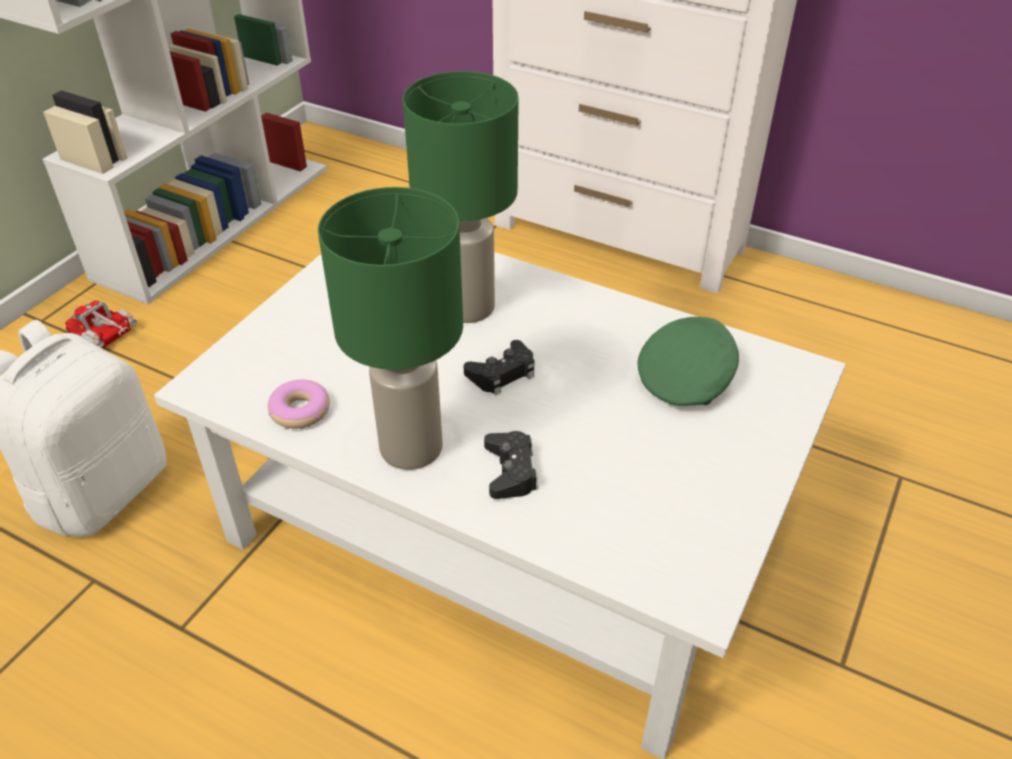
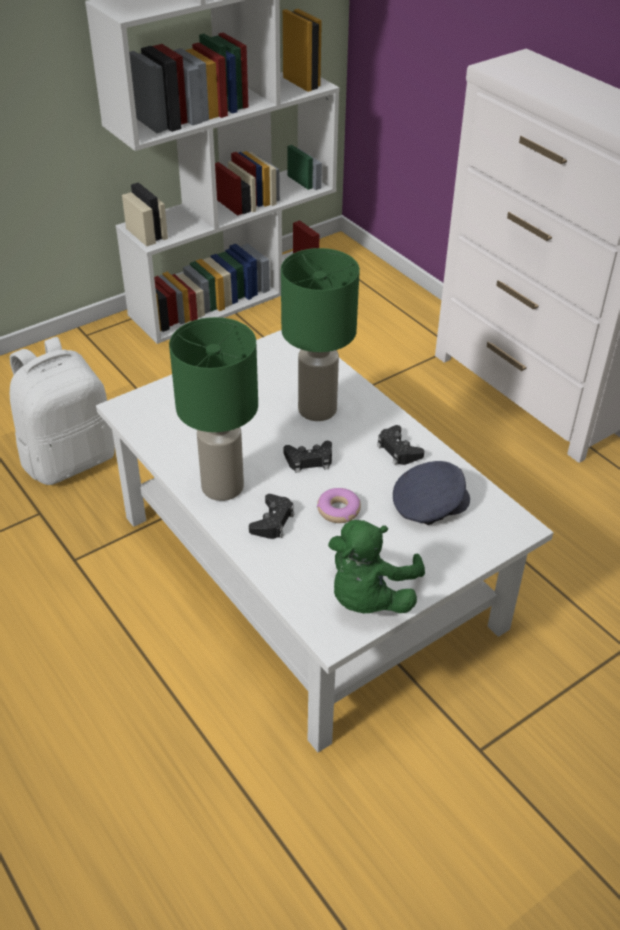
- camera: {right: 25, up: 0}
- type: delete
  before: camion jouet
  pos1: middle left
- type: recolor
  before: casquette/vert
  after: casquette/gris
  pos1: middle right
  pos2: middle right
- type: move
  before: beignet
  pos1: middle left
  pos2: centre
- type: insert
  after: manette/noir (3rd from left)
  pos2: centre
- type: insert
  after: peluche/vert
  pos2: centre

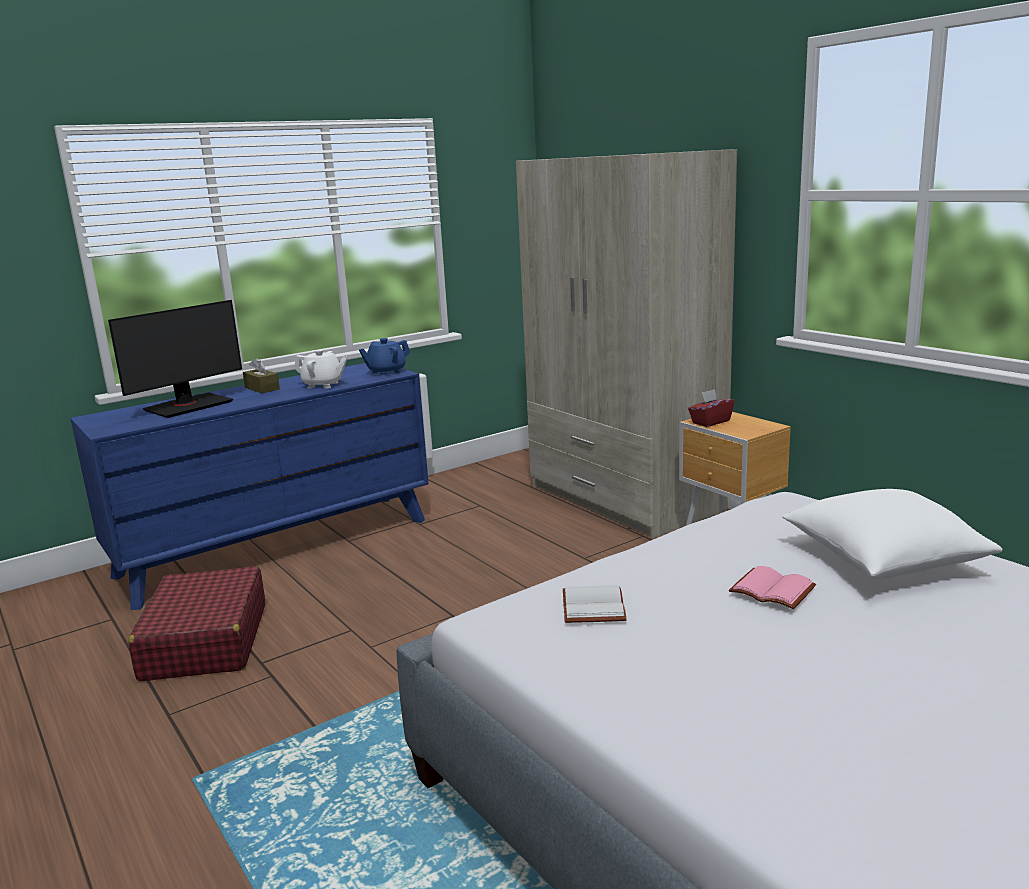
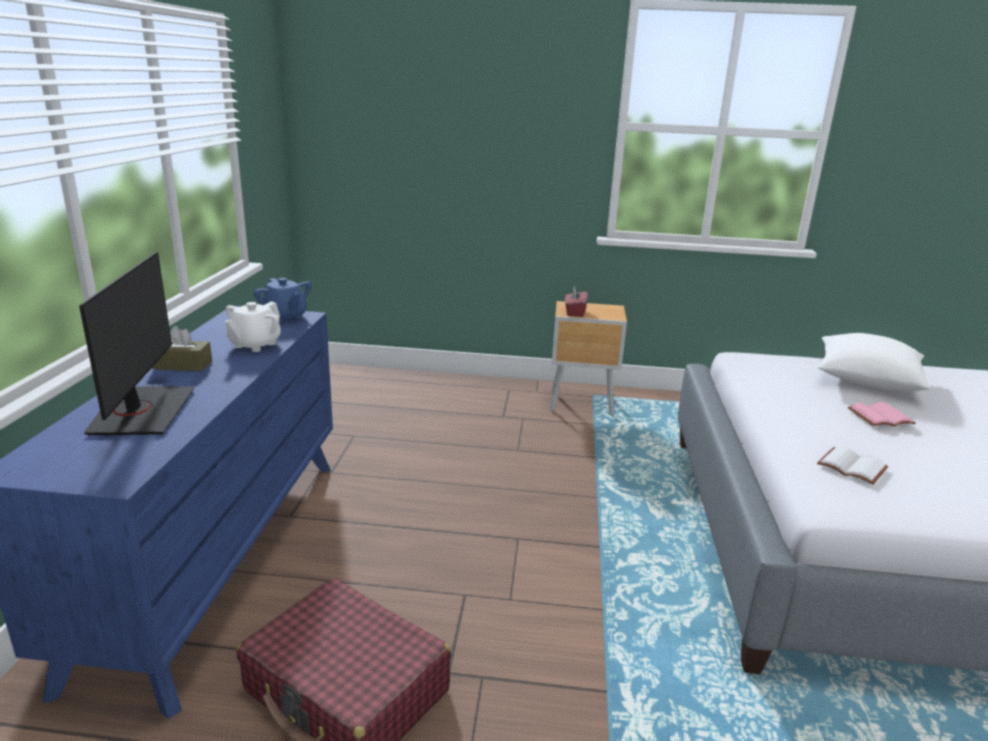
- camera: {right: -50, up: 5}
- type: delete
  before: armoire/beige
  pos1: centre
- type: rotate
  before: théière/bleu
  pos1: centre
  pos2: middle left
  turn: -45
- type: rotate
  before: théière/blanc
  pos1: middle left
  pos2: middle left
  turn: 150

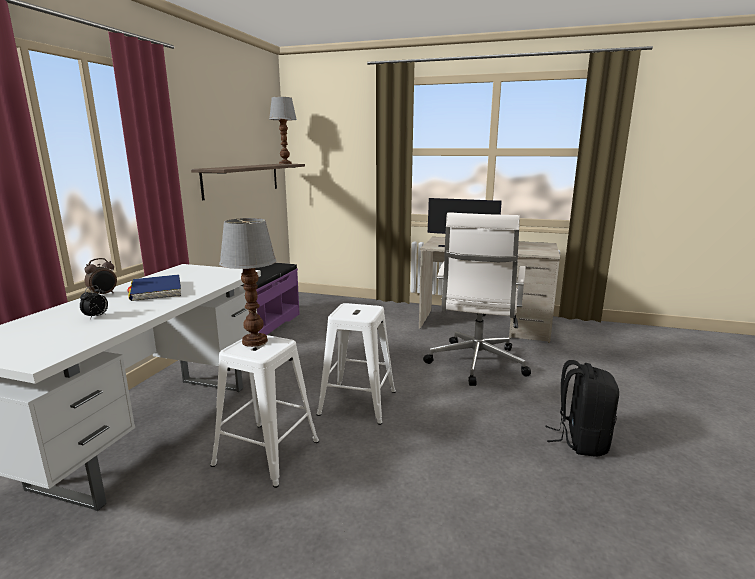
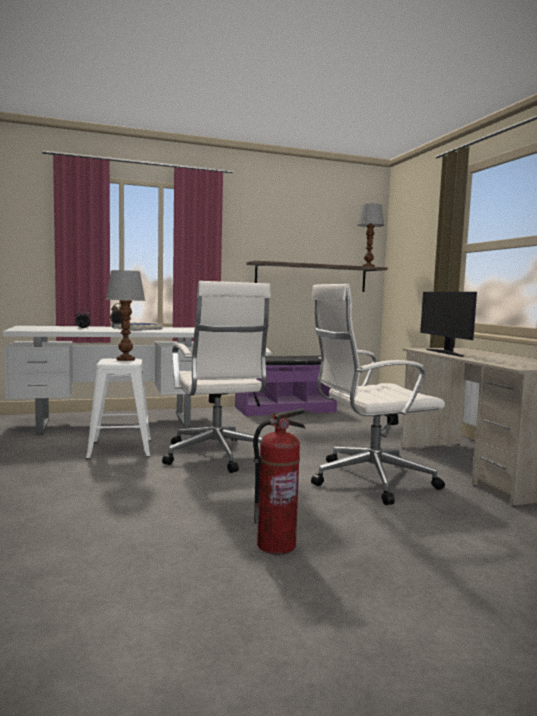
- camera: {right: 55, up: -10}
- type: replace
  before: tabouret/blanc (2nd from left)
  after: chaise de bureau/blanc (1st from left)
  pos1: centre
  pos2: centre
- type: replace
  before: sac à dos/noir
  after: extincteur
  pos1: bottom right
  pos2: bottom centre

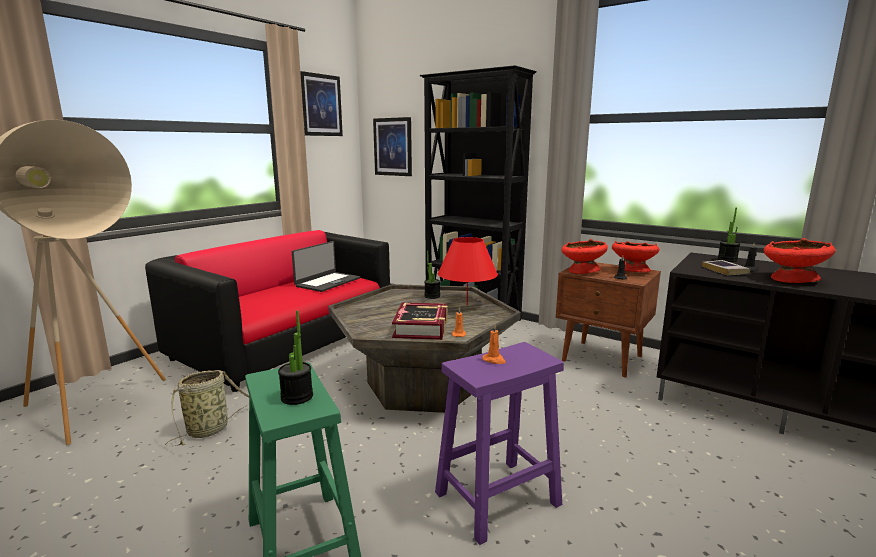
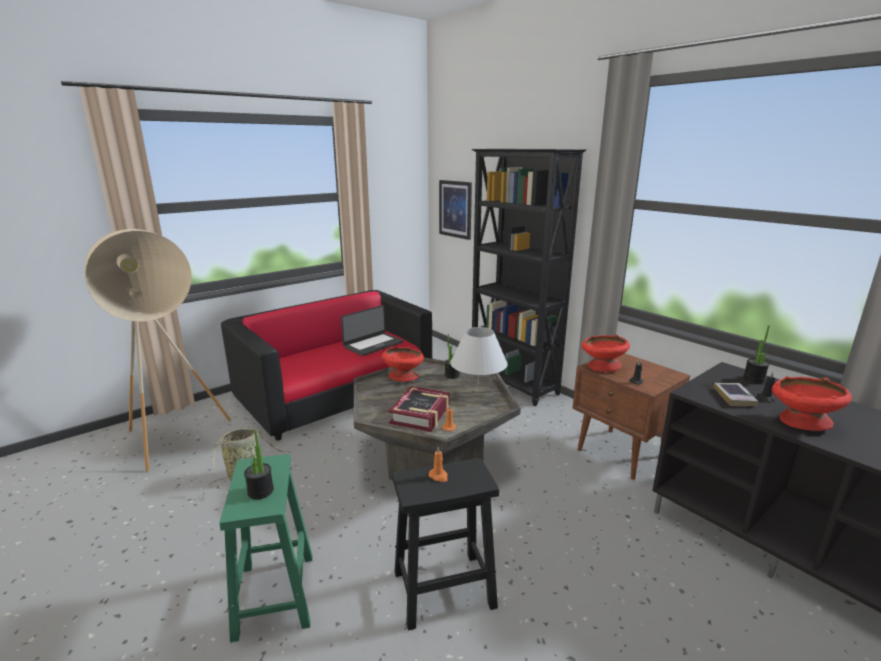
- camera: {right: 15, up: 5}
- type: delete
  before: tableau (1st from left)
  pos1: top centre
- type: recolor
  before: lampe de table/rouge
  after: lampe de table/blanc
  pos1: centre
  pos2: centre
- type: move
  before: bol/rouge (2nd from left in the first image)
  after: bol/rouge (1st from left)
  pos1: middle right
  pos2: centre
- type: recolor
  before: tabouret/violet
  after: tabouret/noir
  pos1: bottom centre
  pos2: bottom centre

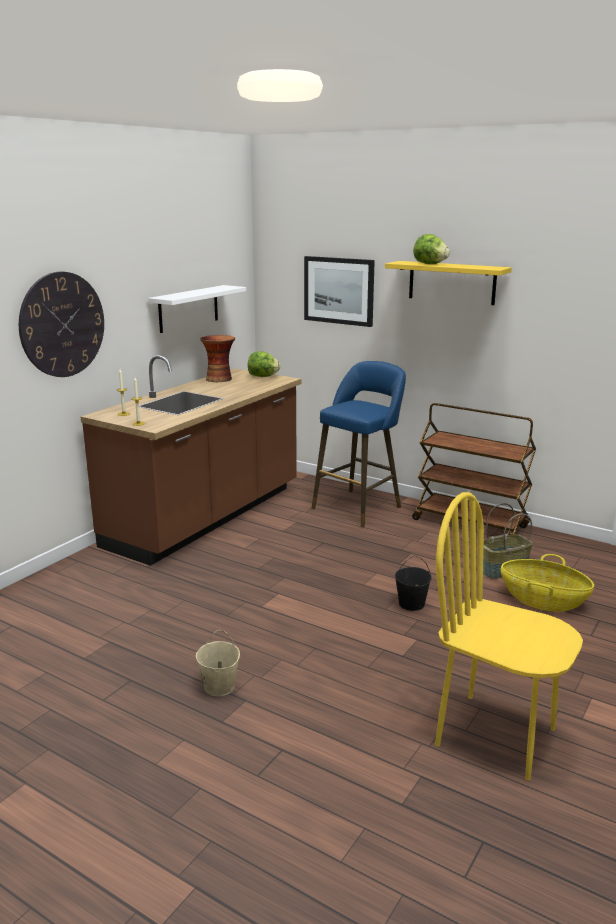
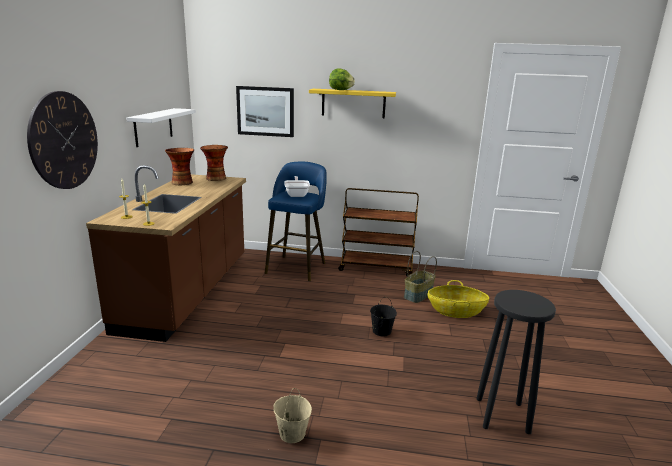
- camera: {right: -25, up: 0}
- type: replace
  before: laitue (1st from left)
  after: vase (2nd from left)
  pos1: centre
  pos2: middle left
- type: replace
  before: chaise/jaune
  after: tabouret/noir
  pos1: bottom right
  pos2: bottom right
- type: insert
  after: poêle
  pos2: centre

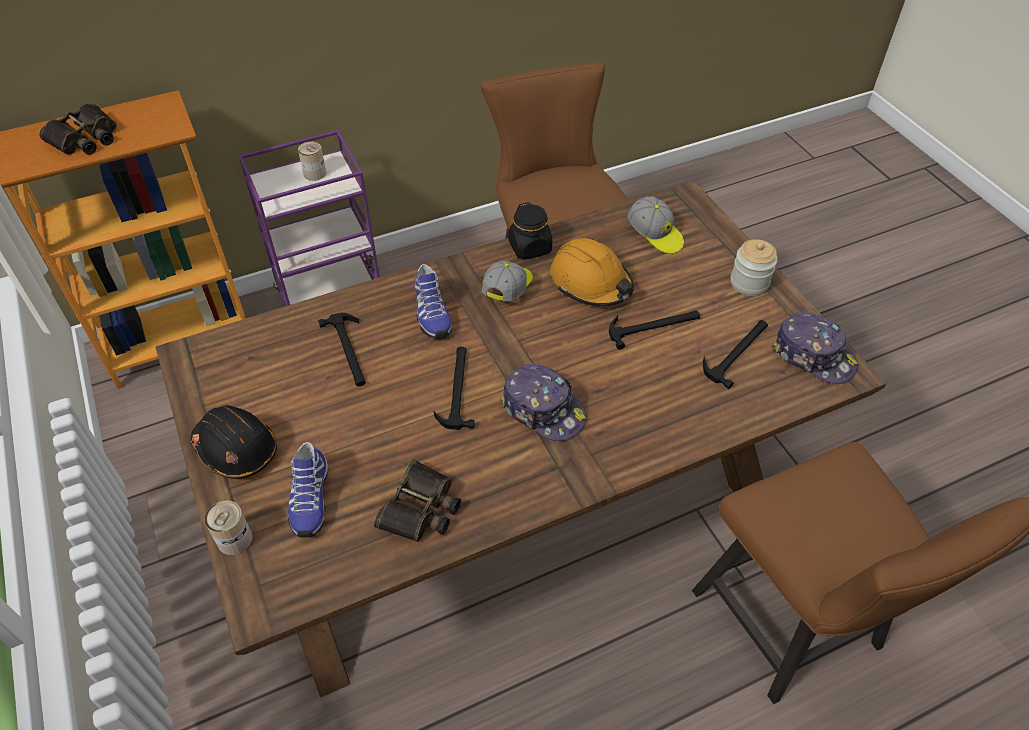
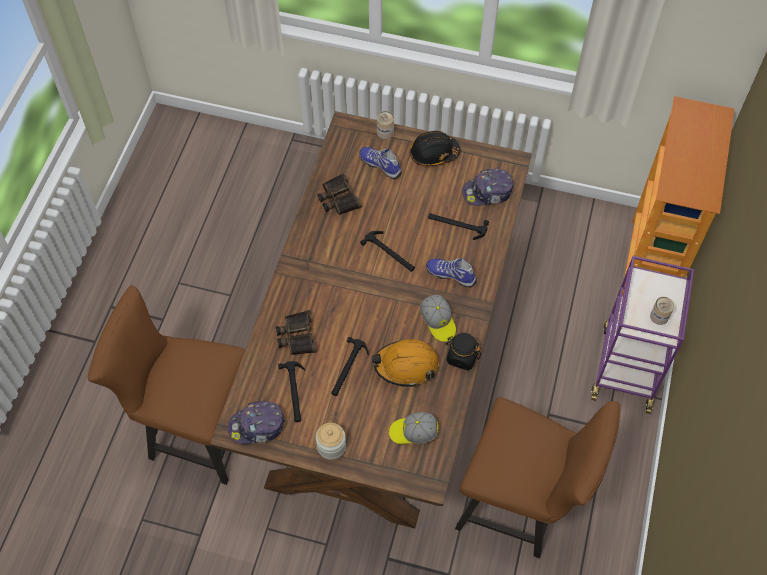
- camera: {right: 130, up: 10}
- type: move
  before: jumelles (1st from left)
  pos1: top left
  pos2: centre
- type: move
  before: casquette (2nd from left in the first image)
  after: casquette (4th from left)
  pos1: centre
  pos2: top centre

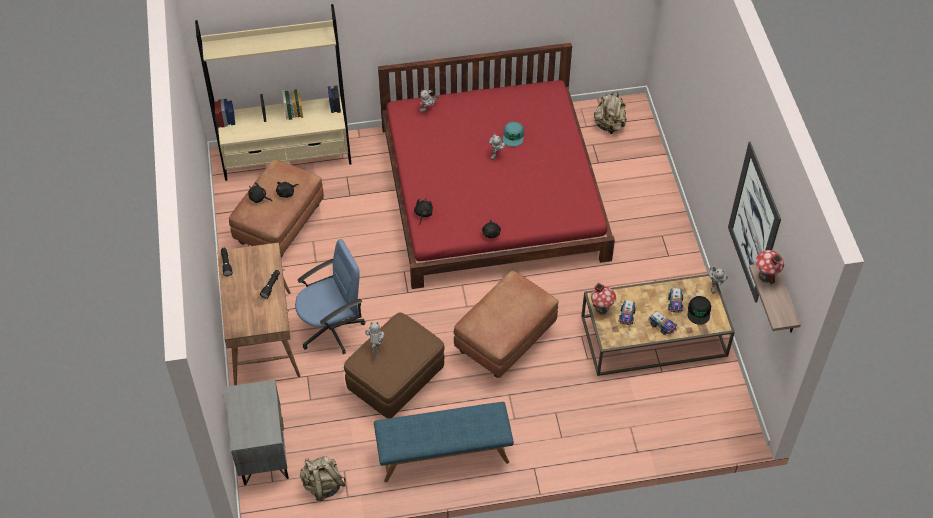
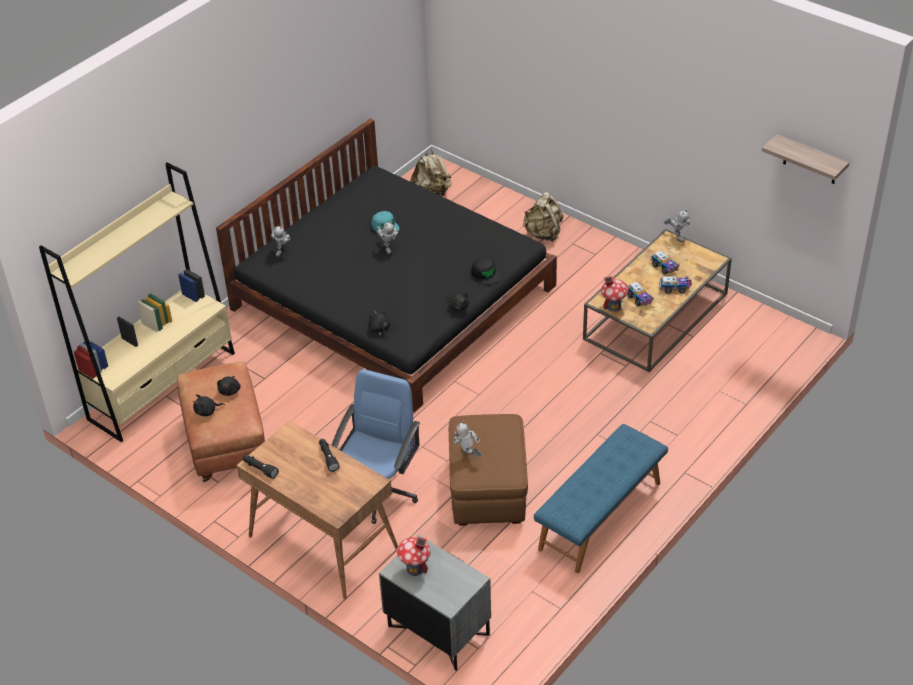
- camera: {right: -40, up: -10}
- type: recolor
  before: lit/rouge
  after: lit/noir
  pos1: top centre
  pos2: centre
- type: delete
  before: tableau
  pos1: middle right
- type: move
  before: maison miniature (2nd from left in the first image)
  after: maison miniature (1st from left)
  pos1: middle right
  pos2: bottom centre
- type: delete
  before: pouf/marron (3rd from left)
  pos1: centre
- type: move
  before: casquette/noir
  pos1: middle right
  pos2: centre
- type: move
  before: sac à dos/beige (1st from left in the first image)
  after: sac à dos/beige (2nd from left)
  pos1: bottom centre
  pos2: top centre

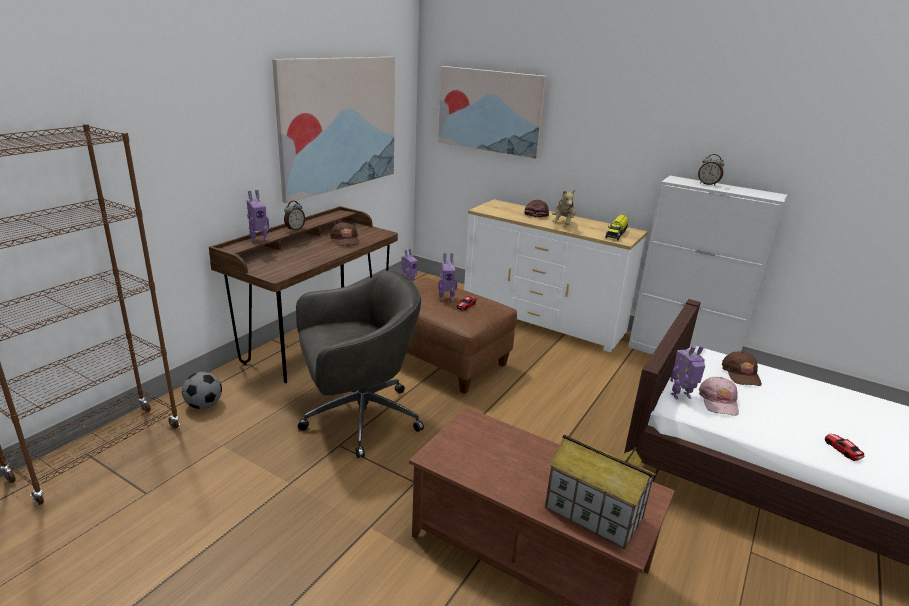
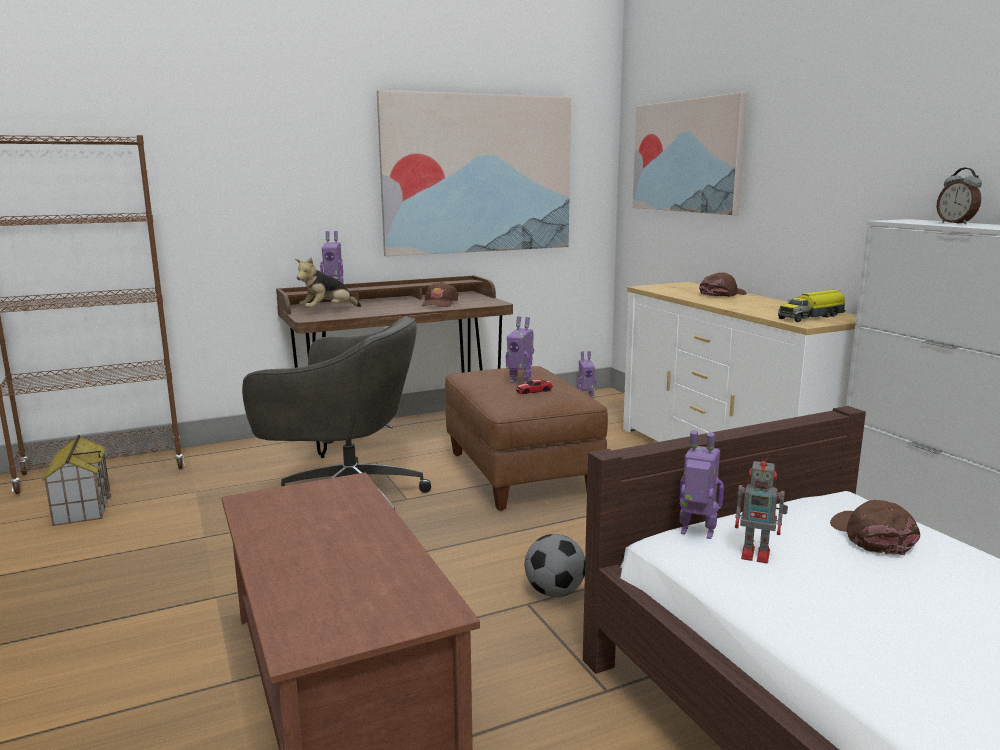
- camera: {right: 35, up: -10}
- type: move
  before: peluche
  pos1: centre
  pos2: middle left
- type: delete
  before: réveil (1st from left)
  pos1: middle left
- type: rotate
  before: casquette/marron (3rd from left)
  pos1: middle right
  pos2: bottom right
  turn: 135
- type: move
  before: ballon de foot
  pos1: middle left
  pos2: bottom centre
- type: replace
  before: casquette/rose
  after: robot jouet (5th from left)
  pos1: middle right
  pos2: bottom right
- type: delete
  before: petite voiture (2nd from left)
  pos1: bottom right
- type: move
  before: maison miniature
  pos1: bottom centre
  pos2: middle left

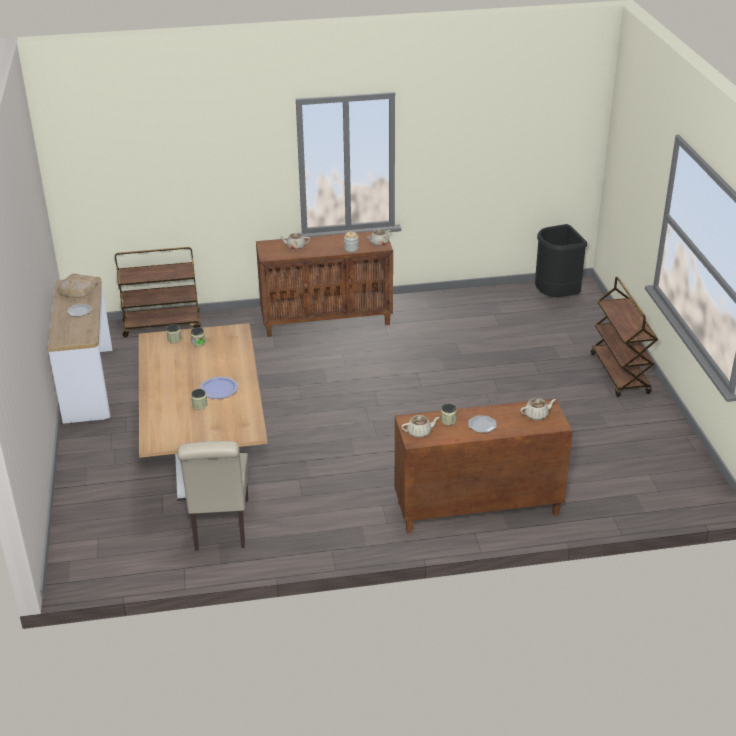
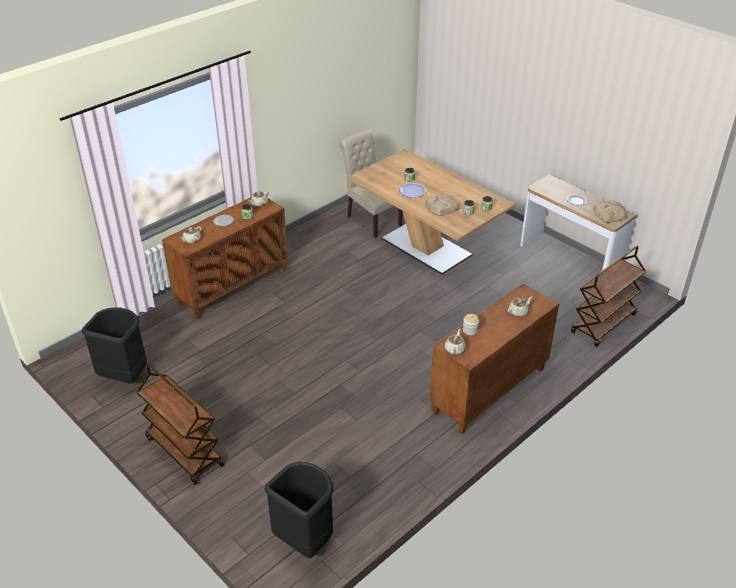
- camera: {right: 145, up: 5}
- type: insert
  after: pain (1st from left)
  pos2: centre
- type: insert
  after: poubelle/noir (1st from left)
  pos2: middle left

